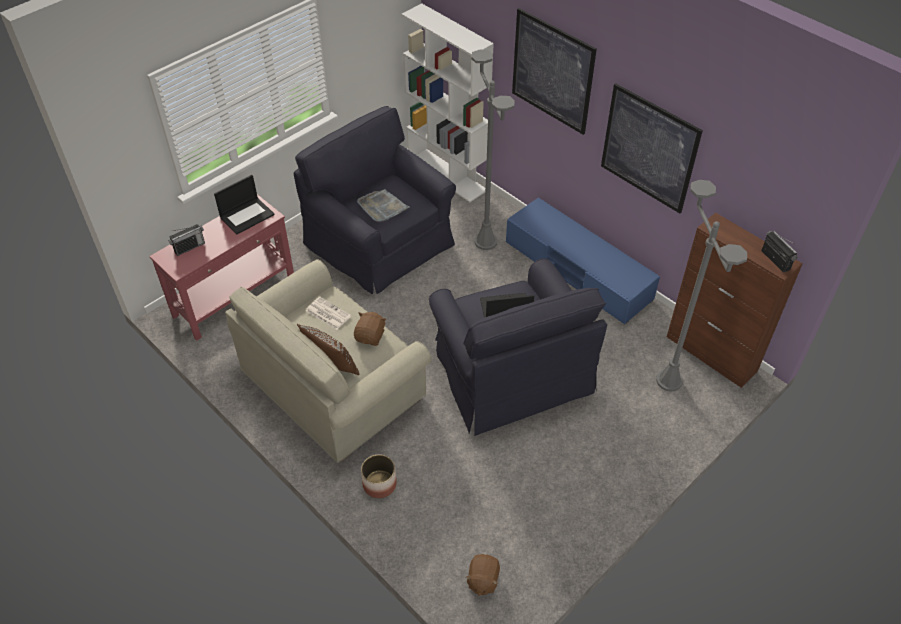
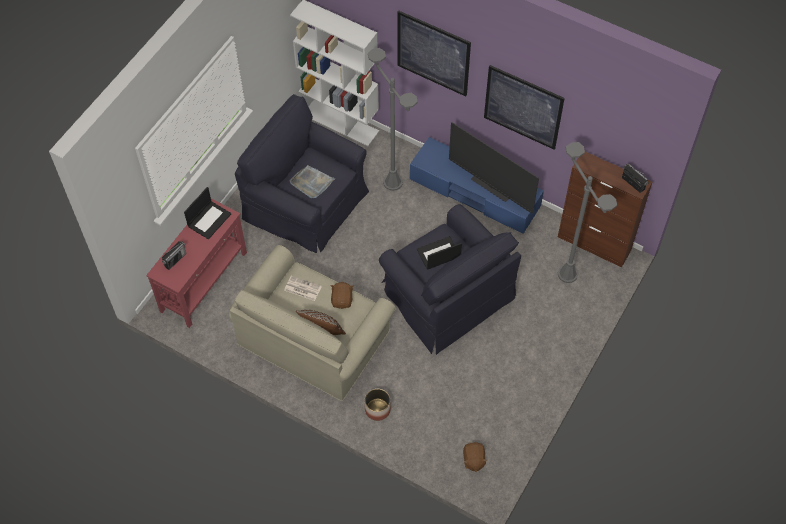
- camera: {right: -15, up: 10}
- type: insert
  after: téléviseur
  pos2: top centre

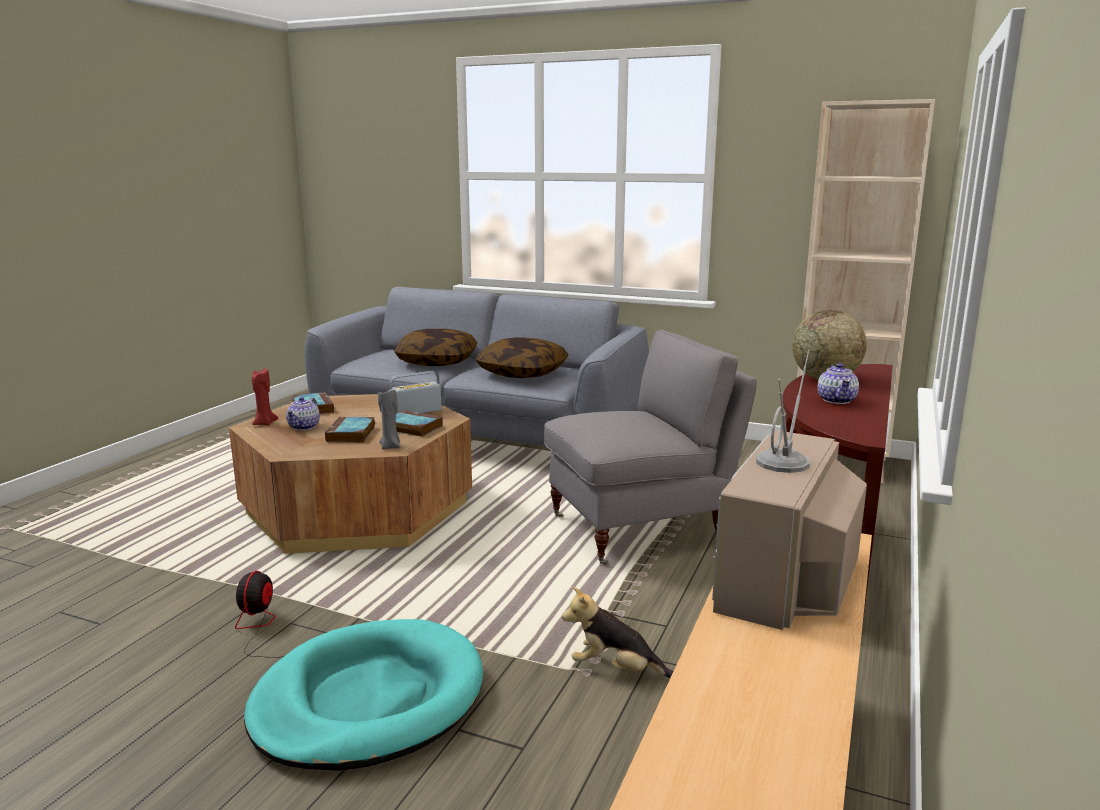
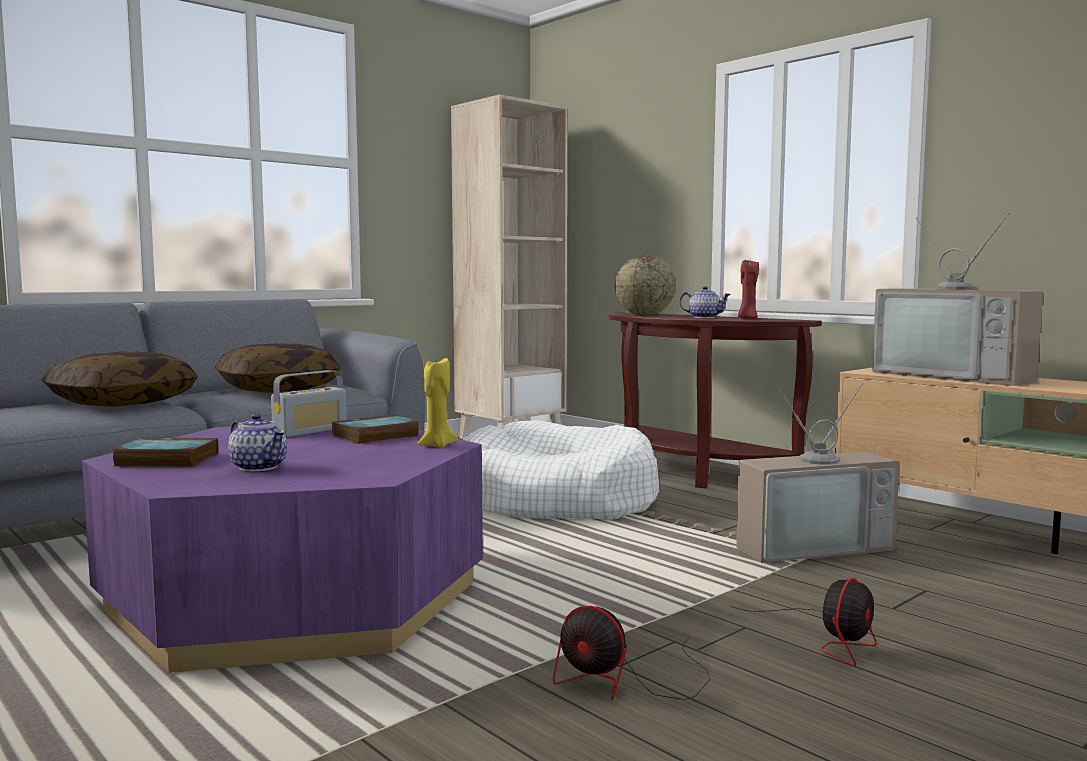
- camera: {right: -65, up: -10}
- type: replace
  before: fauteuil/gris
  after: panier pour chien/blanc
  pos1: centre
  pos2: centre
- type: move
  before: bougie/rouge
  pos1: middle left
  pos2: middle right
- type: rotate
  before: radio
  pos1: centre
  pos2: middle left
  turn: -135
- type: recolor
  before: bougie/gris
  after: bougie/jaune
  pos1: centre
  pos2: centre
- type: recolor
  before: table basse/marron
  after: table basse/violet
  pos1: middle left
  pos2: bottom left
- type: delete
  before: livre (2nd from left)
  pos1: middle left
- type: replace
  before: peluche
  after: téléviseur (1st from left)
  pos1: bottom centre
  pos2: middle right
- type: replace
  before: panier pour chien/turquoise
  after: ventilateur (2nd from left)
  pos1: bottom left
  pos2: bottom right

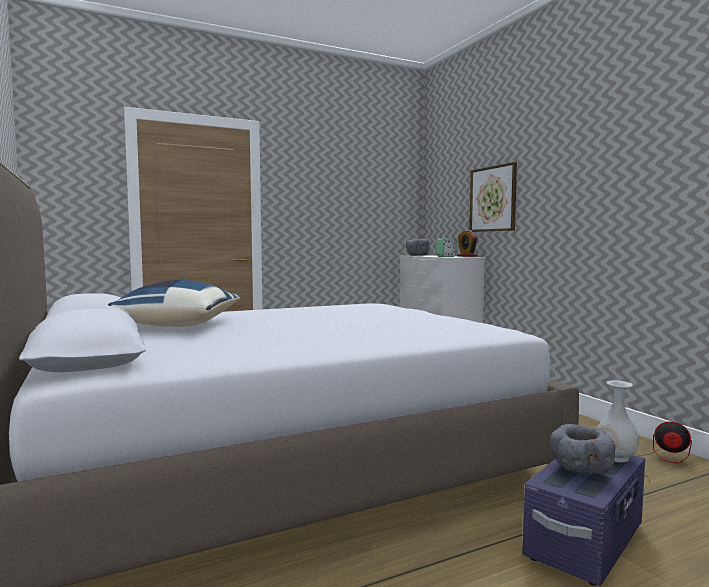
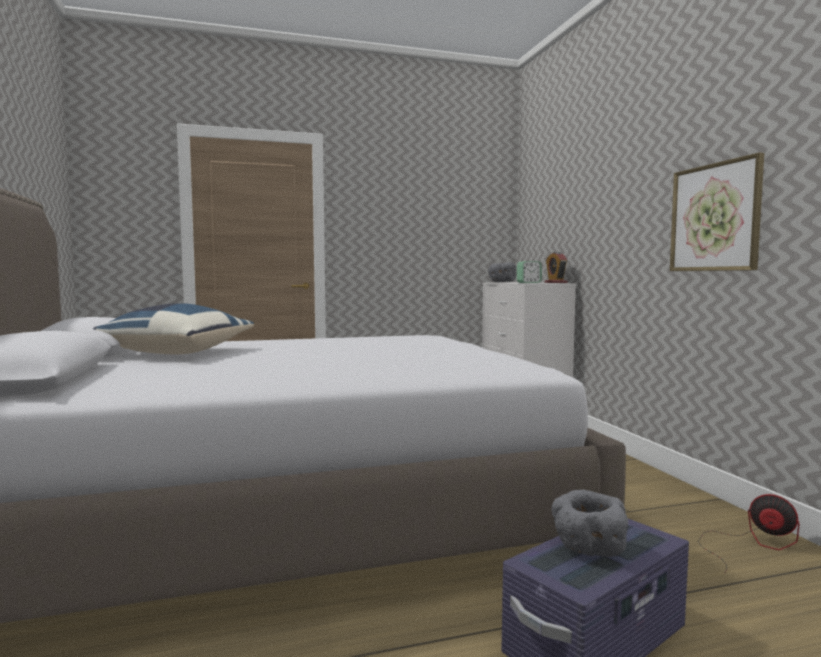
- camera: {right: 10, up: 0}
- type: move
  before: tableau
  pos1: middle right
  pos2: top right
- type: delete
  before: vase/blanc
  pos1: bottom right

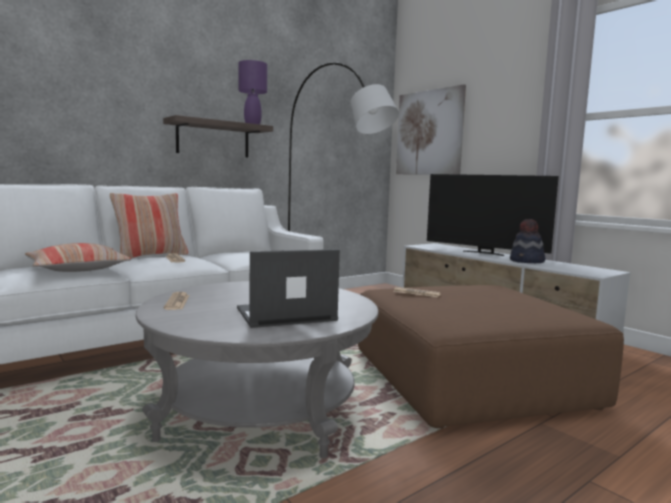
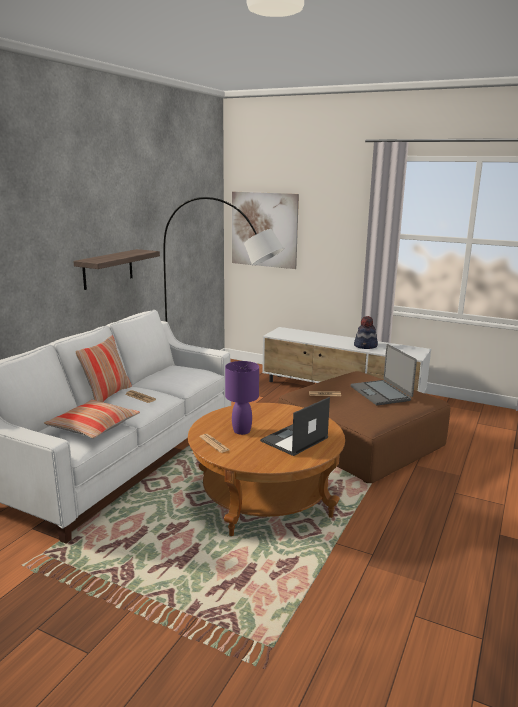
- camera: {right: -25, up: 10}
- type: move
  before: lampe de table/violet
  pos1: top centre
  pos2: centre
- type: delete
  before: téléviseur
  pos1: middle right
- type: recolor
  before: table basse/gris
  after: table basse/marron
  pos1: bottom centre
  pos2: centre
- type: insert
  after: ordinateur portable (2nd from left)
  pos2: middle right

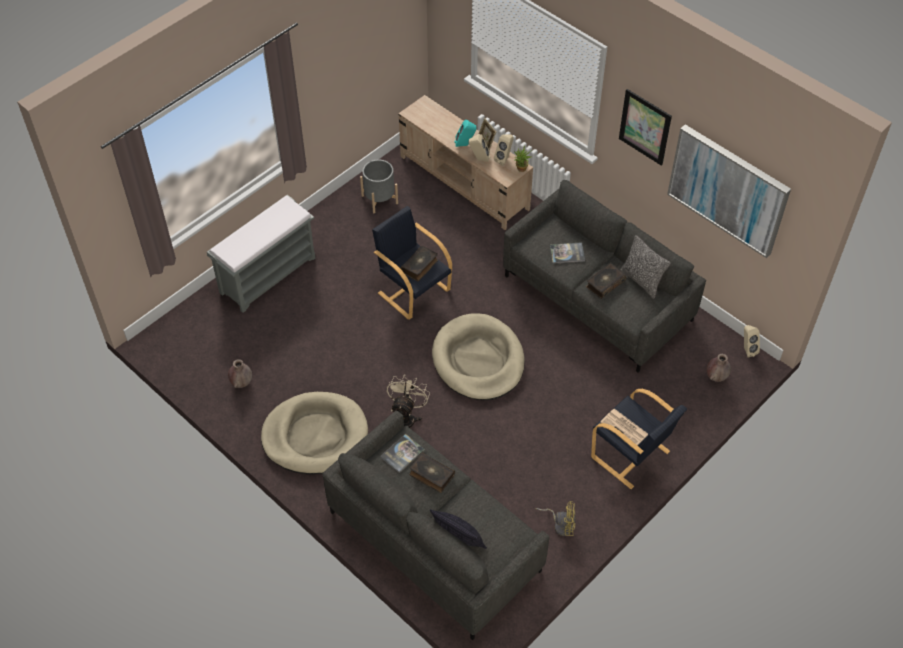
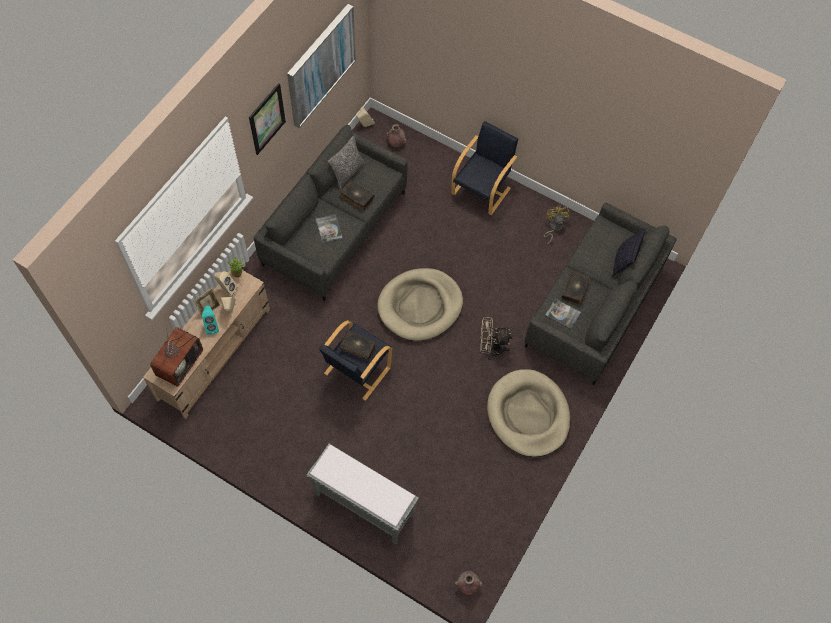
- camera: {right: -105, up: 10}
- type: delete
  before: cache-pot/gris
  pos1: top centre
- type: move
  before: vase/marron (1st from left in the first image)
  after: vase/marron (2nd from left)
  pos1: middle left
  pos2: bottom centre
- type: delete
  before: journal
  pos1: middle right
- type: insert
  after: téléviseur
  pos2: middle left

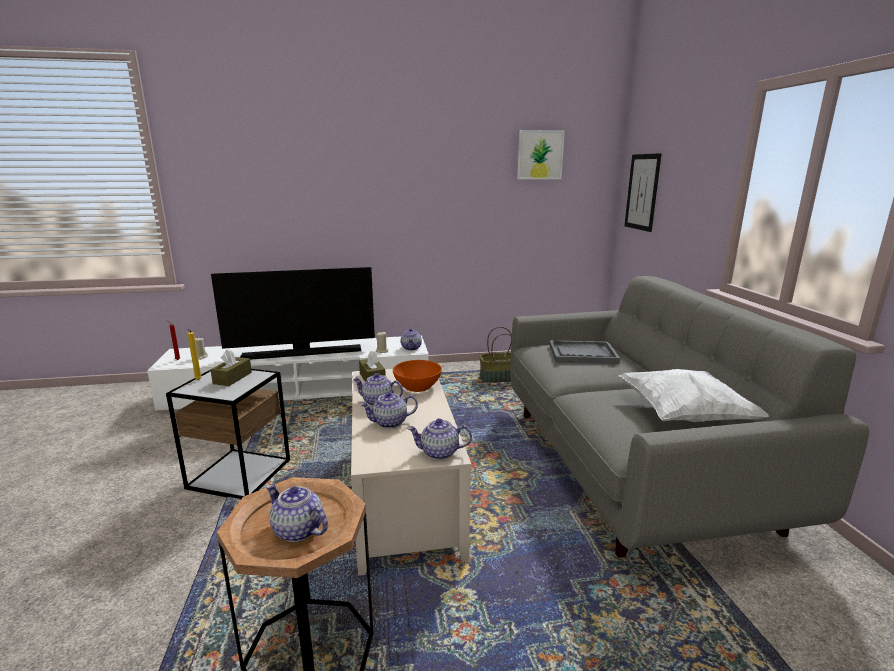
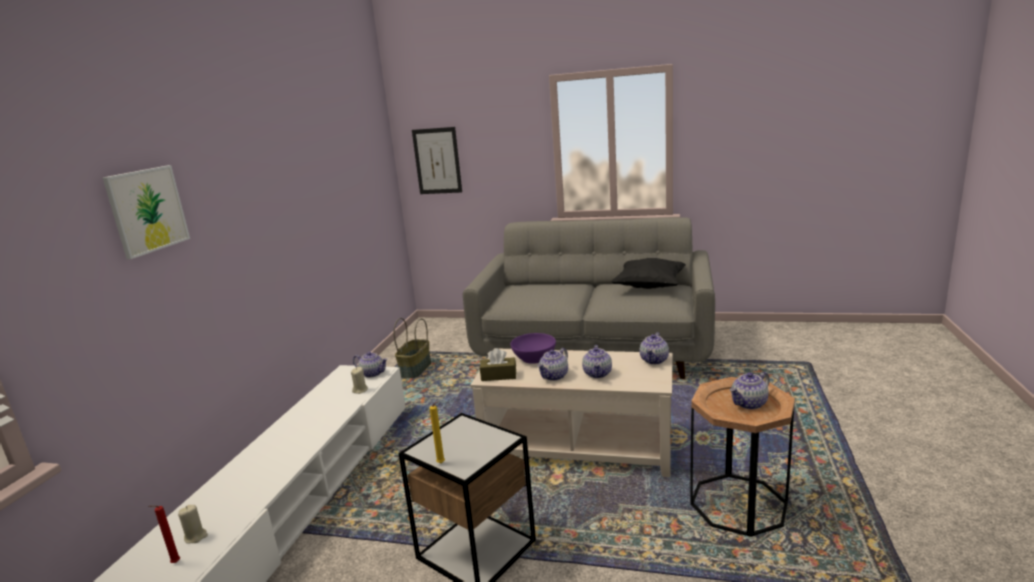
- camera: {right: -65, up: 0}
- type: move
  before: tableau (1st from left)
  pos1: top centre
  pos2: middle left
- type: delete
  before: téléviseur
  pos1: middle left
- type: delete
  before: plateau/gris
  pos1: centre
- type: delete
  before: boîte à mouchoirs/marron (1st from left)
  pos1: middle left
- type: recolor
  before: bol/orange
  after: bol/violet
  pos1: centre
  pos2: centre
- type: recolor
  before: coussin/blanc
  after: coussin/noir
  pos1: middle right
  pos2: centre

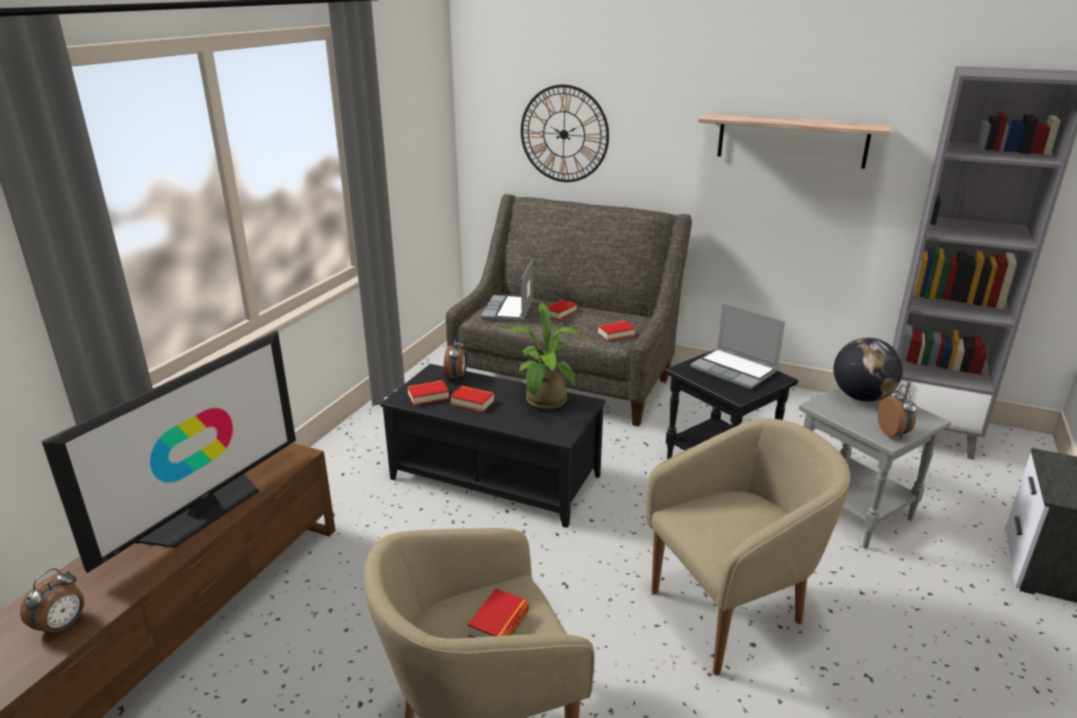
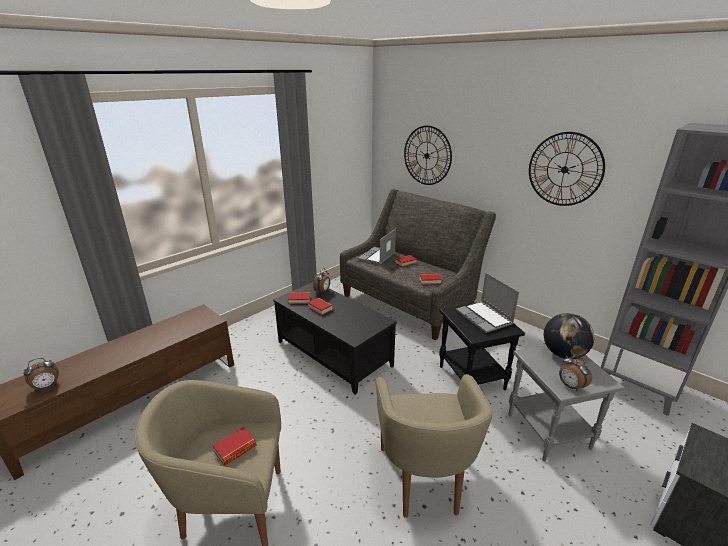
- camera: {right: 20, up: 0}
- type: replace
  before: étagère
  after: horloge murale (2nd from left)
  pos1: top right
  pos2: top right
- type: delete
  before: plante en pot
  pos1: centre
- type: delete
  before: téléviseur
  pos1: middle left
- type: rotate
  before: réveil (3rd from left)
  pos1: middle right
  pos2: bottom right
  turn: 135
- type: rotate
  before: fauteuil/beige (2nd from left)
  pos1: bottom right
  pos2: bottom centre
  turn: 90

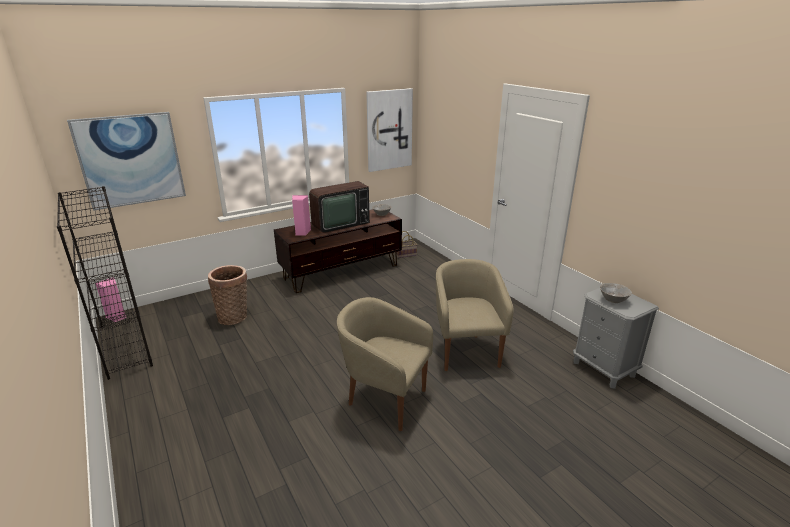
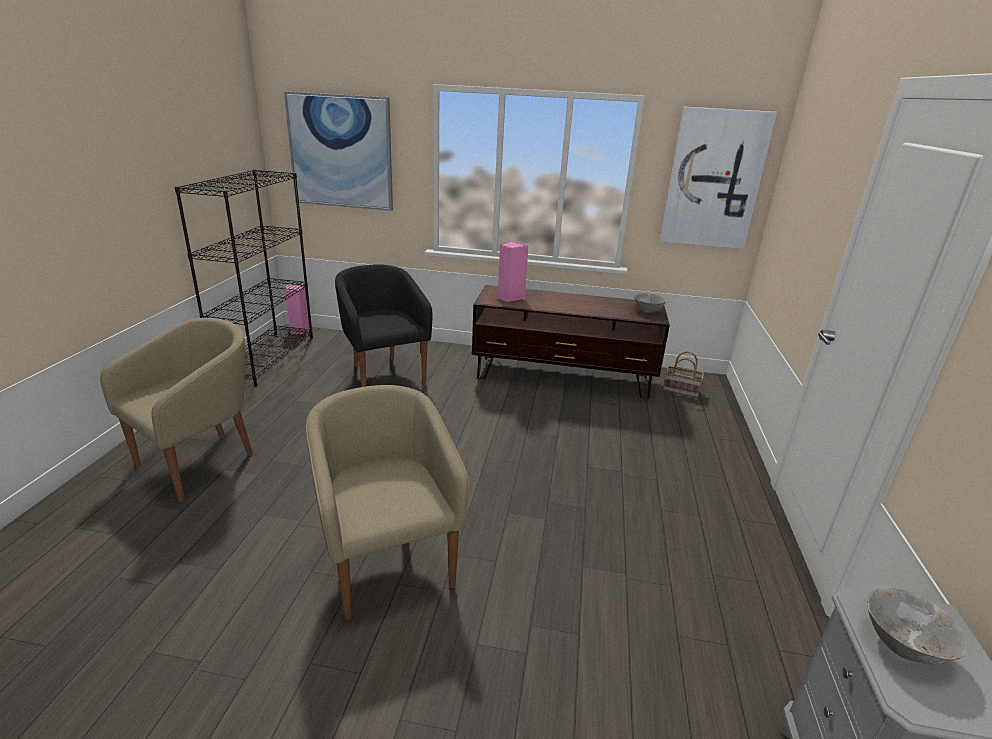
- camera: {right: 40, up: 0}
- type: delete
  before: téléviseur
  pos1: centre
- type: move
  before: fauteuil/beige (2nd from left in the first image)
  after: fauteuil/beige (1st from left)
  pos1: centre
  pos2: middle left
- type: replace
  before: panier (1st from left)
  after: fauteuil/noir
  pos1: middle left
  pos2: centre

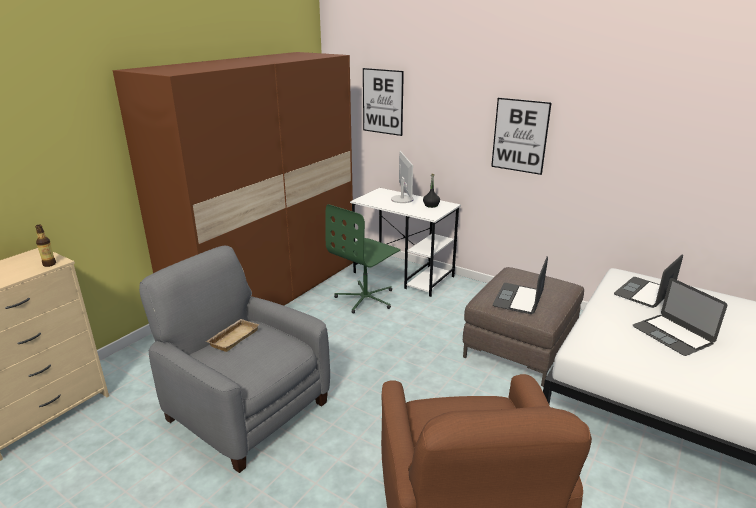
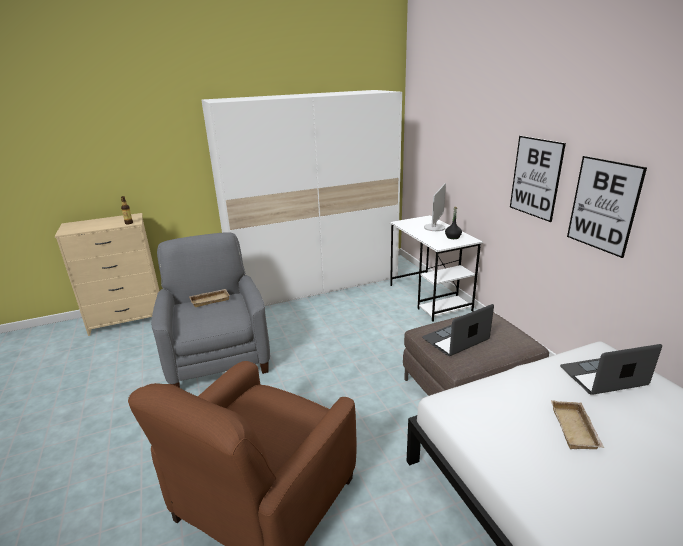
- camera: {right: 35, up: 0}
- type: recolor
  before: armoire/marron
  after: armoire/blanc
  pos1: middle left
  pos2: centre
- type: move
  before: tableau (1st from left in the first image)
  after: tableau (2nd from left)
  pos1: top centre
  pos2: middle right
- type: delete
  before: chaise de bureau/vert
  pos1: centre
- type: replace
  before: ordinateur portable (3rd from left)
  after: plateau/beige (2nd from left)
  pos1: middle right
  pos2: bottom right

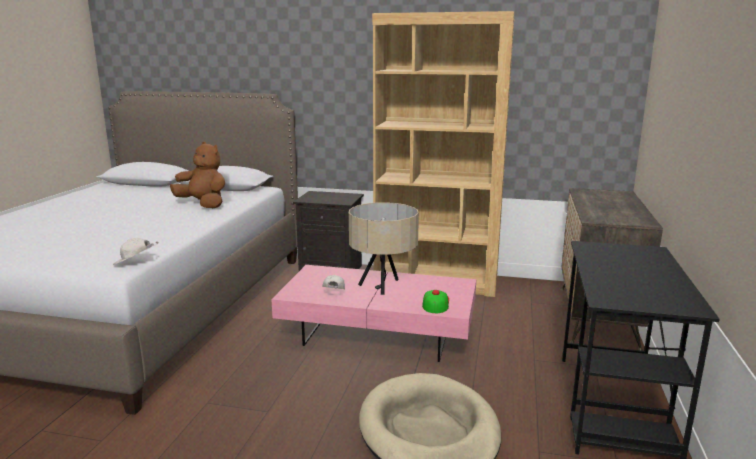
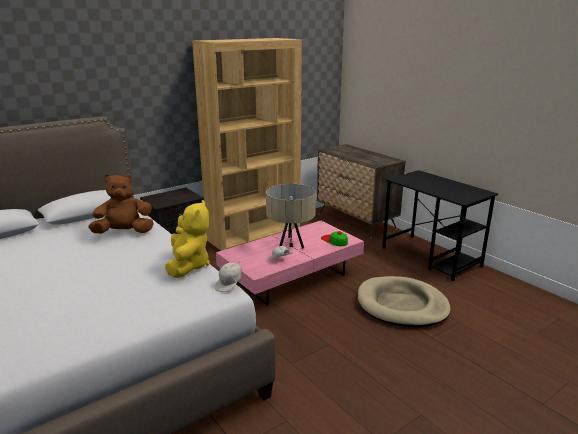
- camera: {right: -50, up: 5}
- type: insert
  after: peluche/jaune
  pos2: middle left

